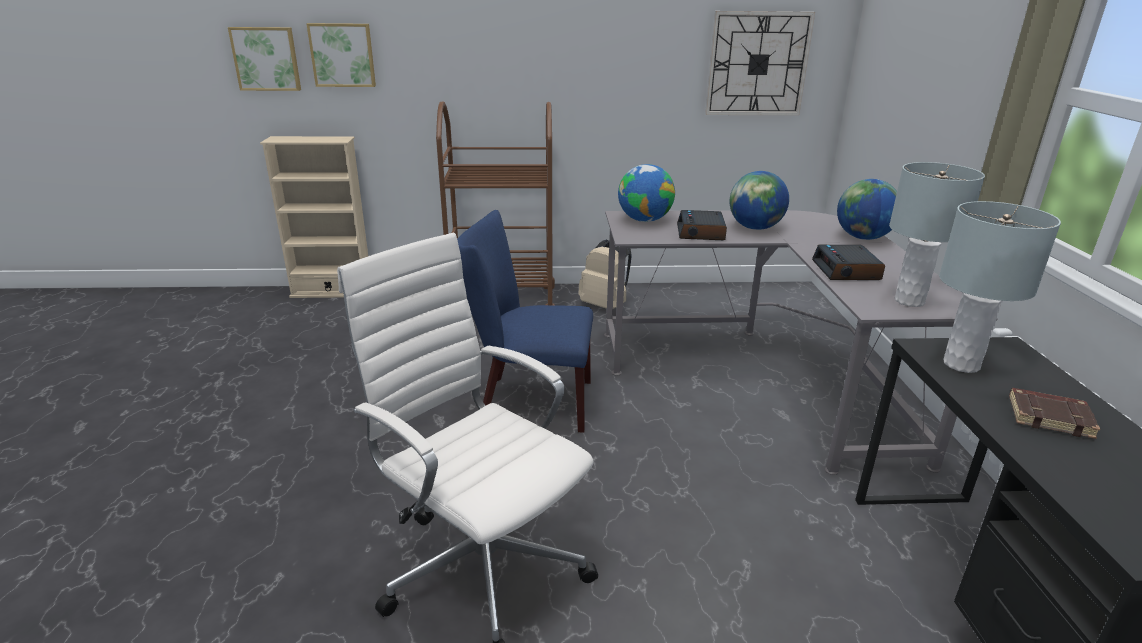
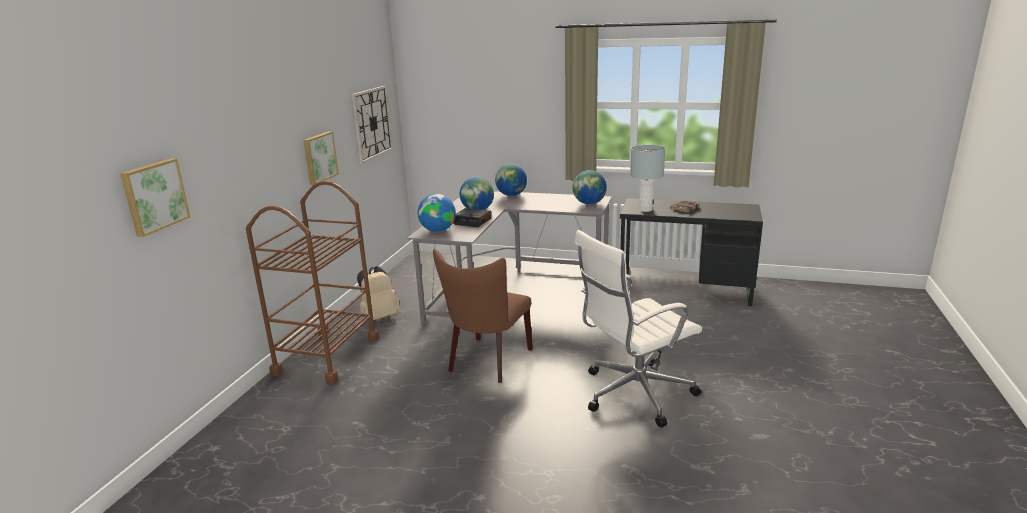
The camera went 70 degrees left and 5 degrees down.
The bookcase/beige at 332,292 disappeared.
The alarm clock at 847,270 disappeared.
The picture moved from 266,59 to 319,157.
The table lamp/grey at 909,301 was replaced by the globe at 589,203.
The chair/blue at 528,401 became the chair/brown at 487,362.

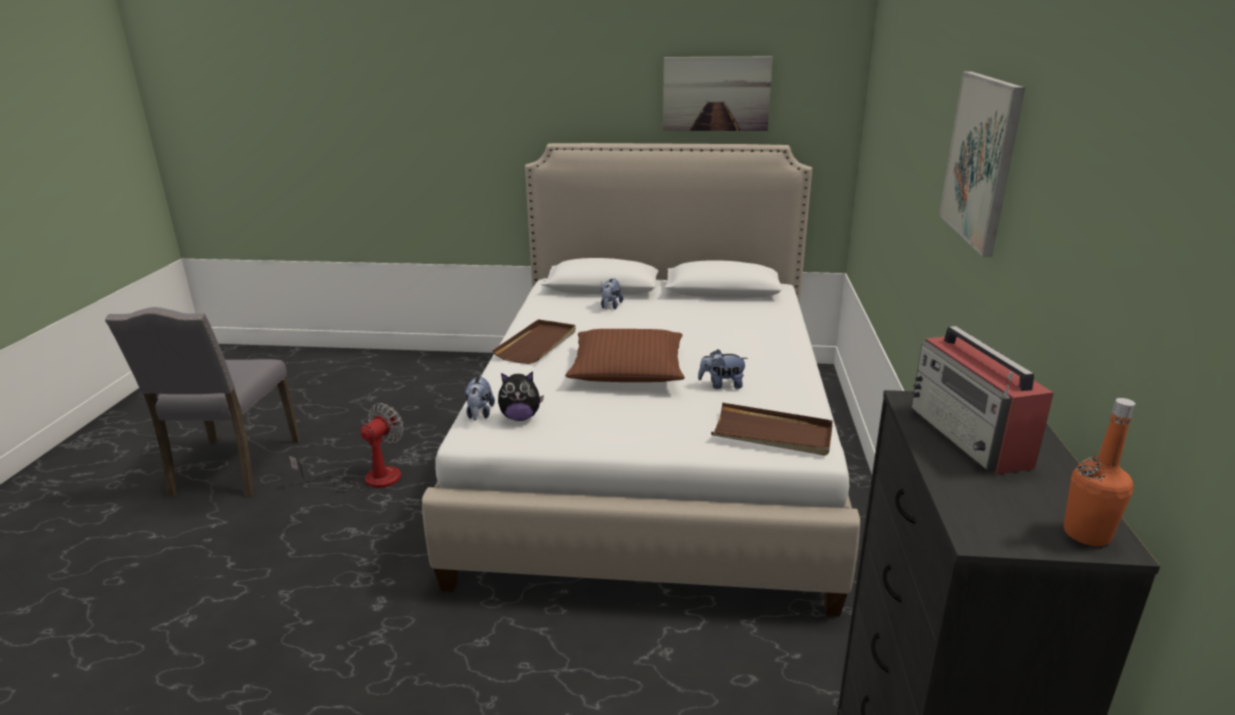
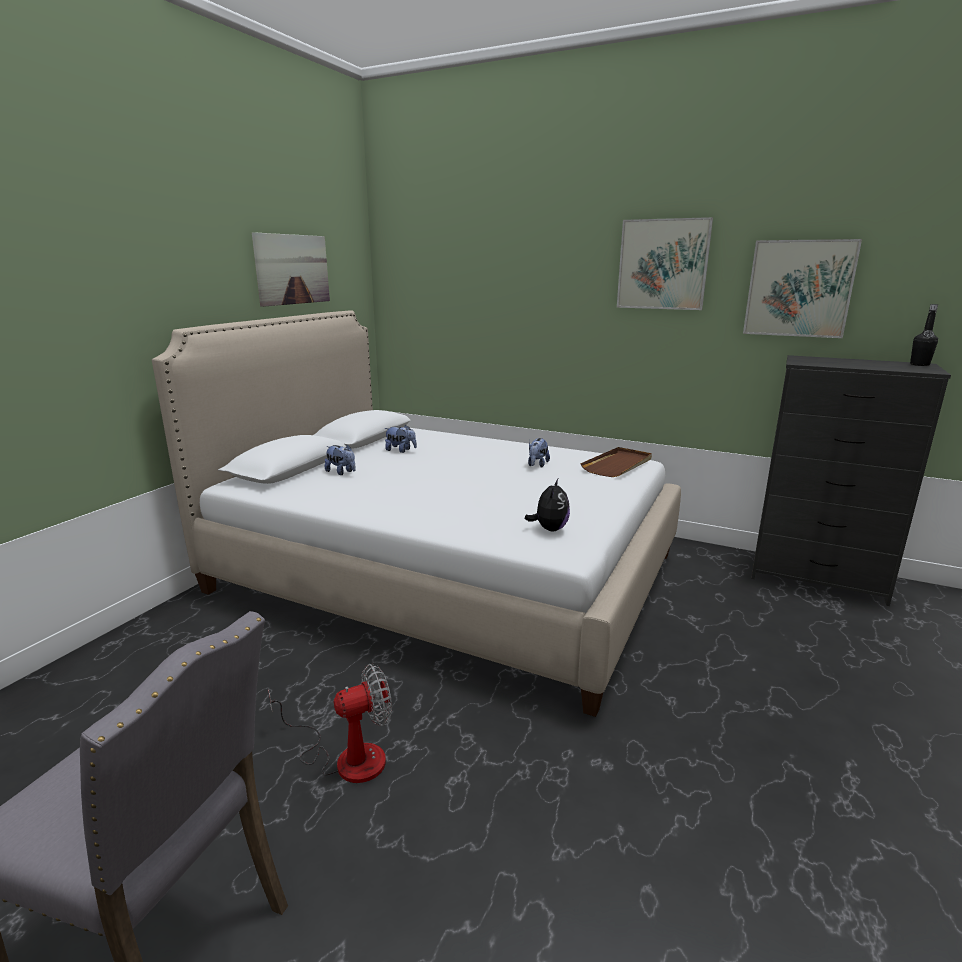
The camera went 70 degrees left and 5 degrees down.
The tray/brown at 537,344 disappeared.
The pillow/brown at 627,370 disappeared.
The radio at 970,437 disappeared.
The picture at 799,288 appeared.
The plush toy moved from 479,414 to 401,450.
The bottle/orange at 1086,534 became the bottle/black at 919,364.
The fan at 369,479 turned 105 degrees clockwise.

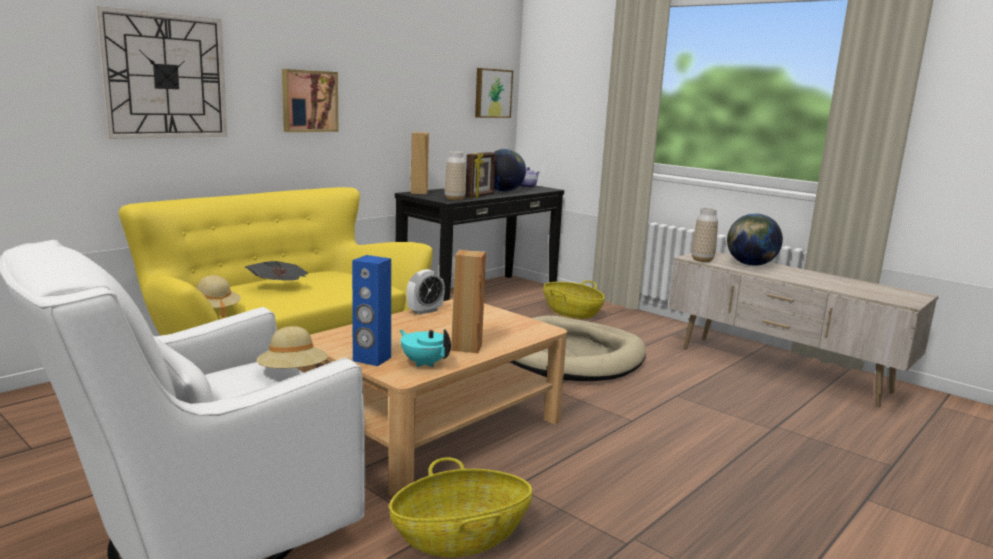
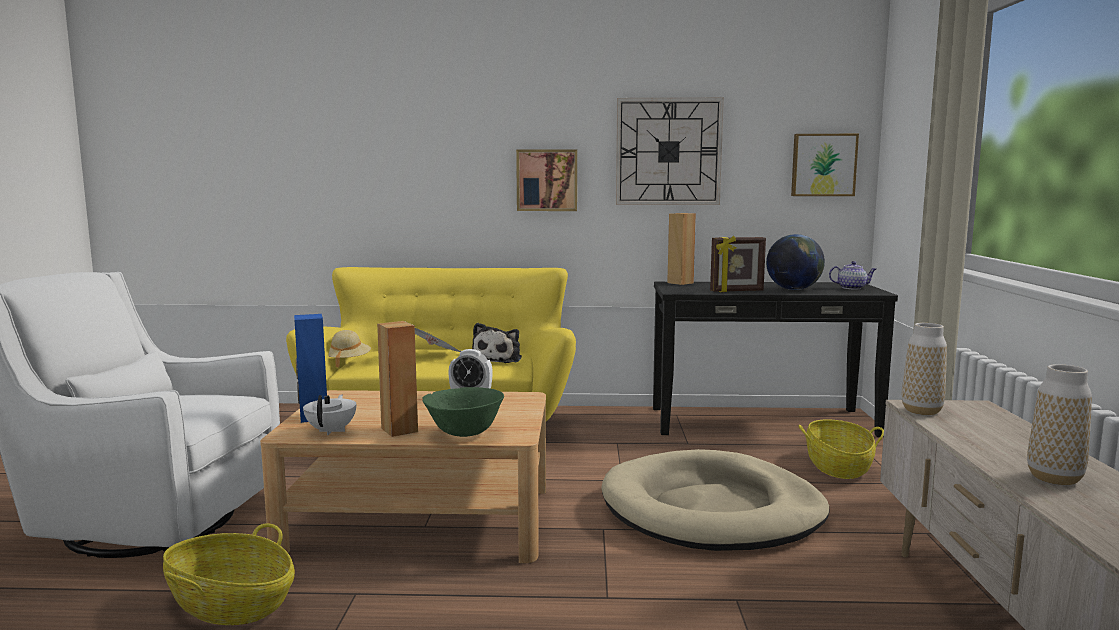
The camera went 50 degrees right and 5 degrees down.
The hat/beige at 293,374 disappeared.
The globe at 750,265 disappeared.
The bowl/green at 464,434 appeared.
The plush toy at 499,359 appeared.
The wall clock moved from 165,76 to 668,152.
The vase moved from 454,199 to 1054,478.
The teapot/turquoise at 424,363 became the teapot/white at 332,431.

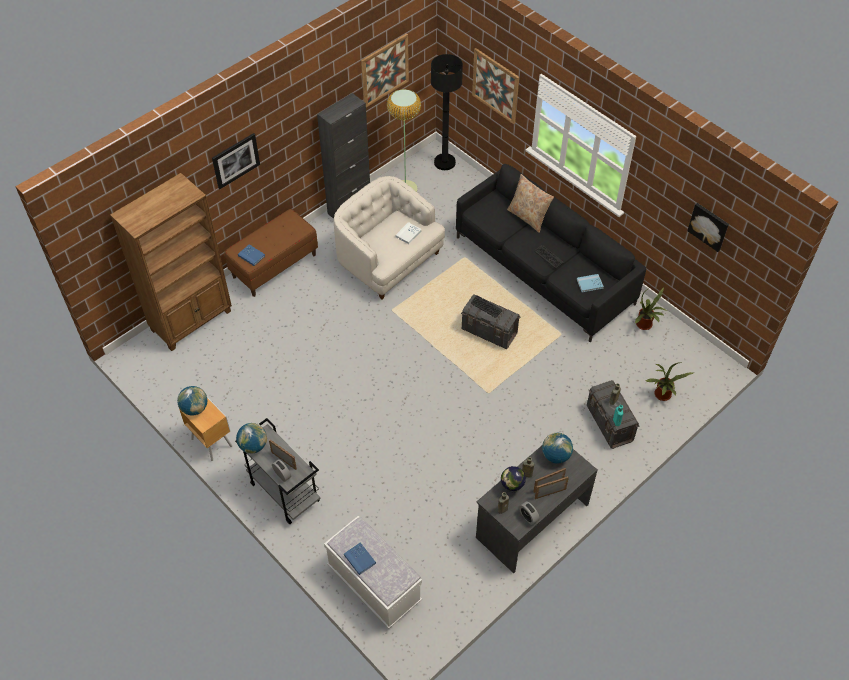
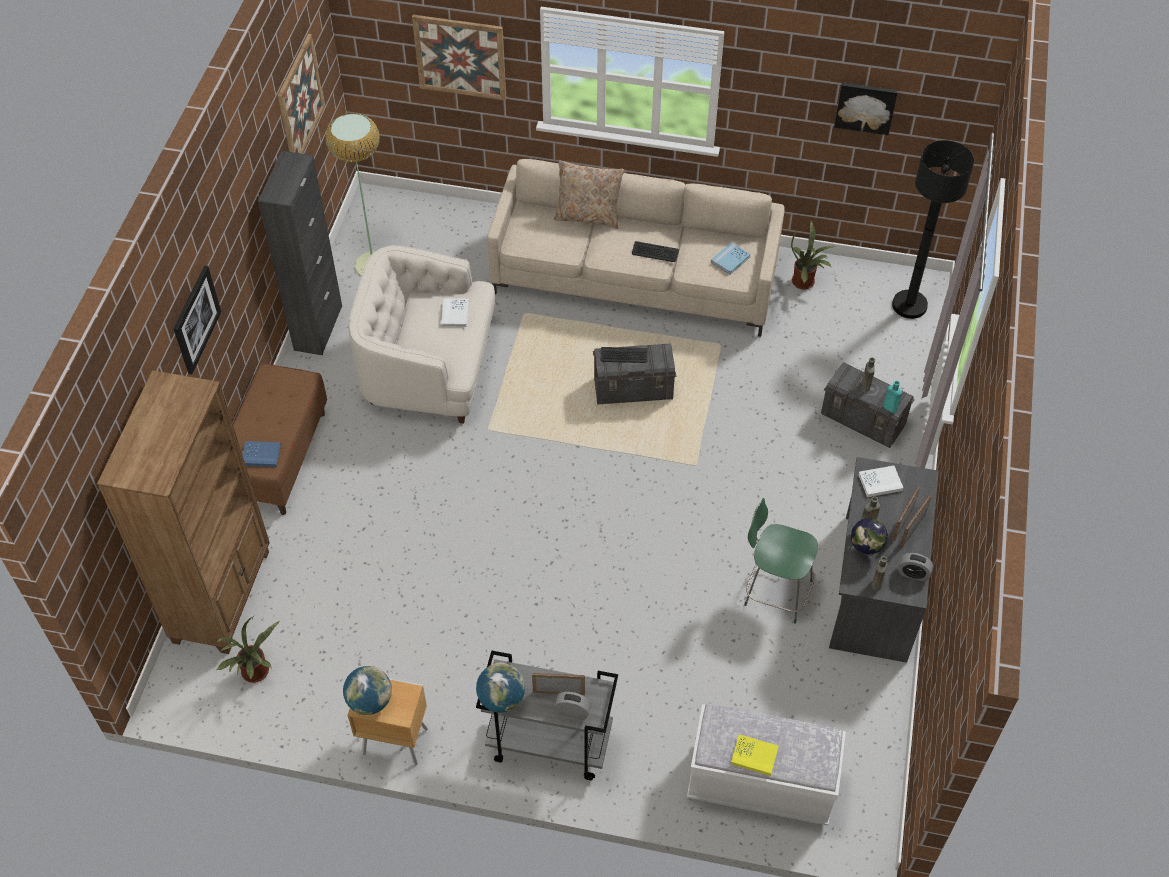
The camera went 35 degrees left and 0 degrees up.
The stool/green at 775,591 appeared.
The floor lamp/black moved from 444,162 to 909,305.
The potted plant moved from 662,396 to 256,674.
The globe at 556,456 was replaced by the book/white at 880,482.
The book/blue at 359,559 became the book/yellow at 754,756.
The sofa/black at 543,270 became the sofa/beige at 634,279.

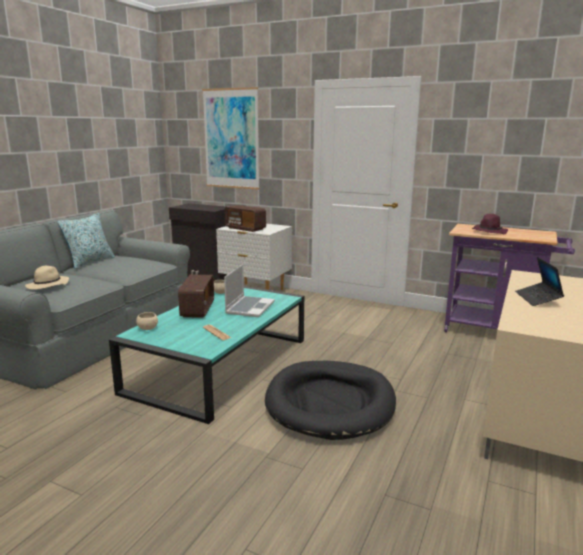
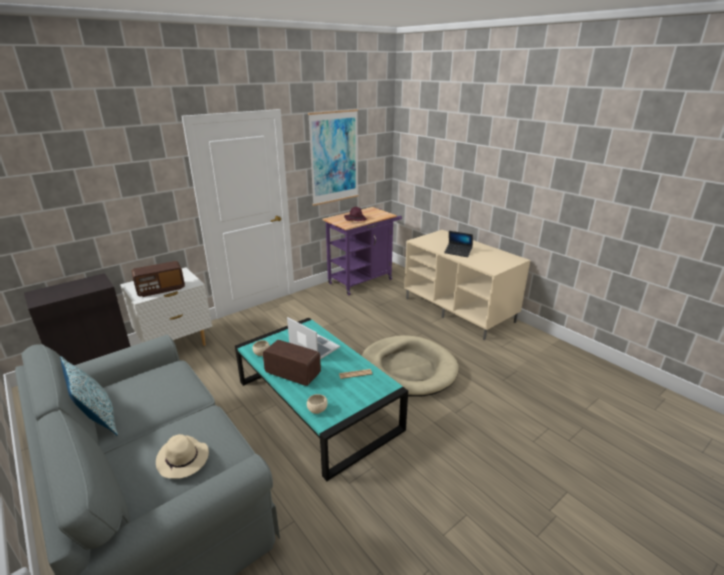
The camera went 65 degrees left and 10 degrees up.
The picture moved from 231,139 to 334,157.
The dog bed/black at 330,402 became the dog bed/beige at 408,369.

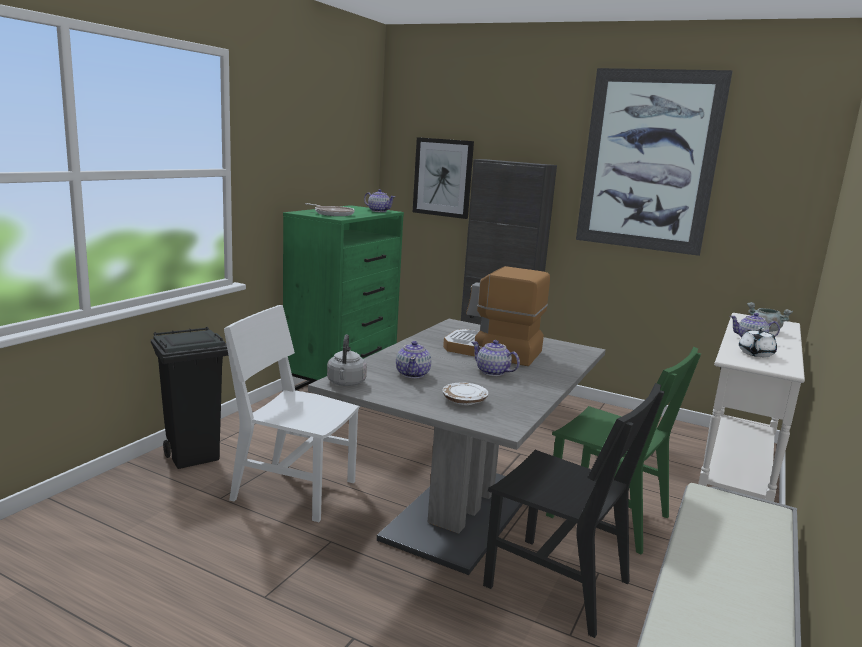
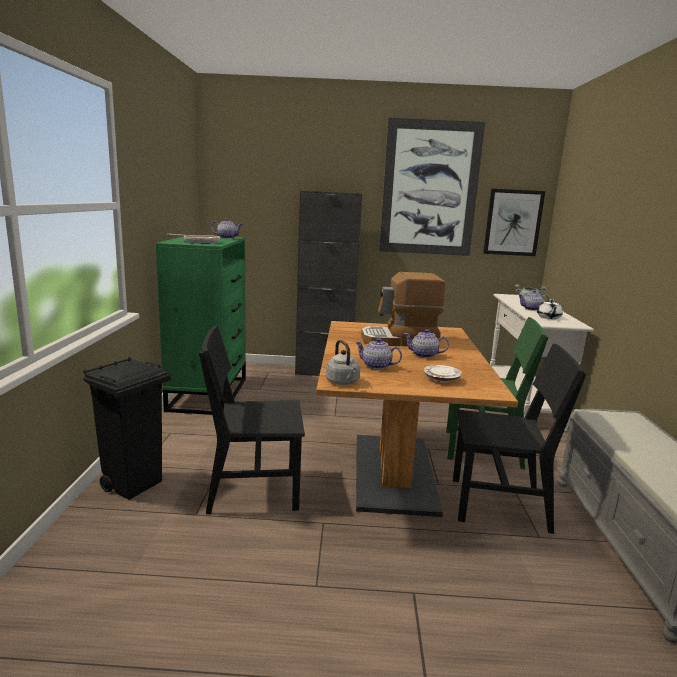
The camera went 25 degrees left and 0 degrees up.
The picture moved from 443,177 to 513,222.
The chair/white at 294,490 became the chair/black at 253,489.
The dining table/grey at 461,513 became the dining table/brown at 393,472.
The teapot at 413,374 turned 135 degrees clockwise.

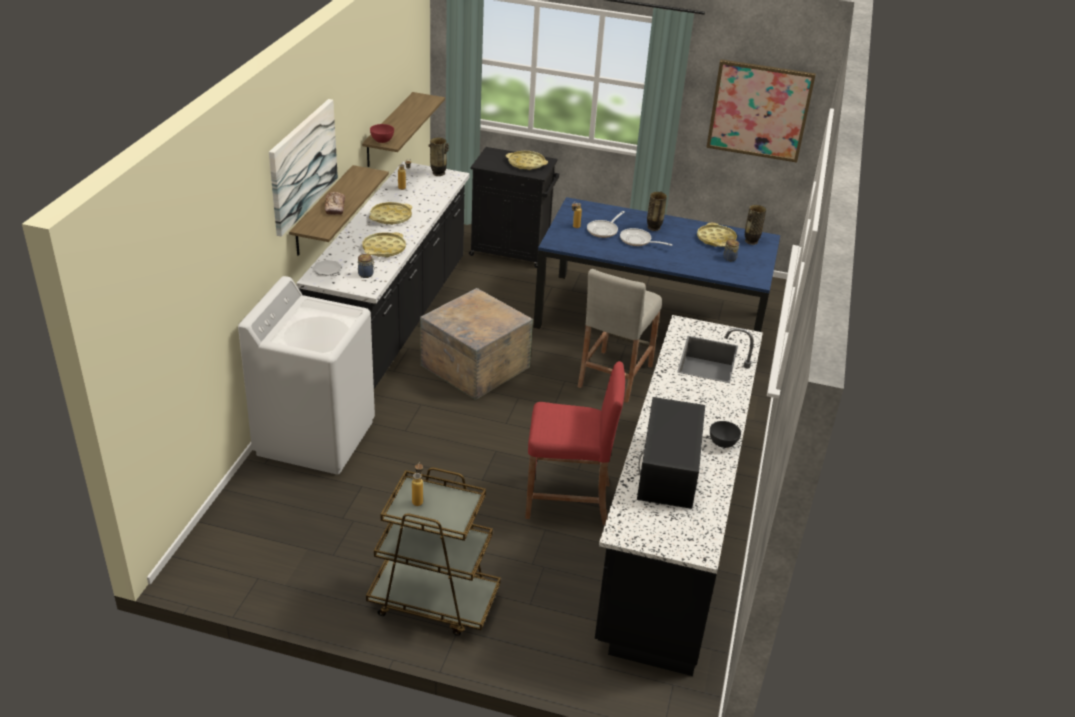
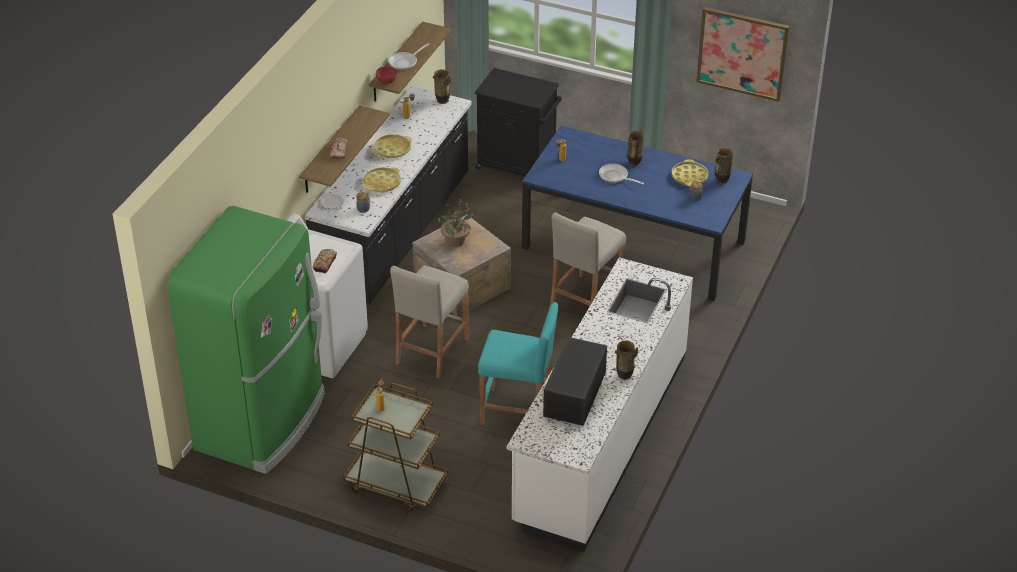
The camera went 10 degrees right and 5 degrees up.
The picture at 303,165 disappeared.
The tray/yellow at 526,163 disappeared.
The fridge/green at 262,421 appeared.
The bread at 325,263 appeared.
The stool/beige at 431,351 appeared.
The potted plant at 456,241 appeared.
The frying pan moved from 604,230 to 405,62.
The bowl/grey at 723,443 was replaced by the vase at 624,375.
The stool/red at 568,500 became the stool/turquoise at 518,411.
The counter/black at 673,527 became the counter/white at 600,438.

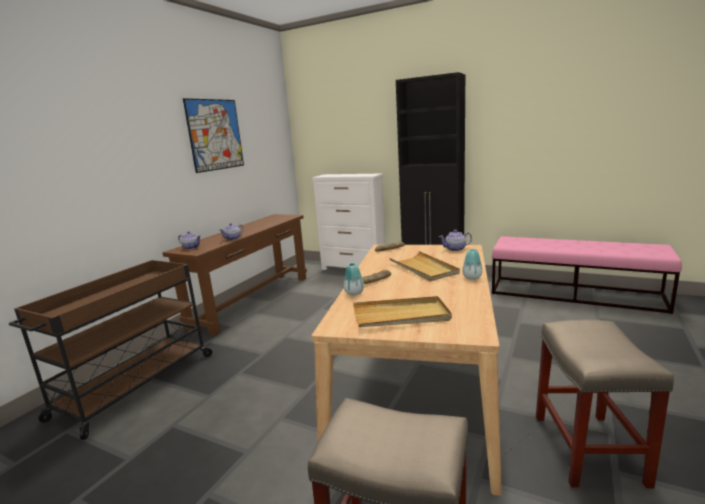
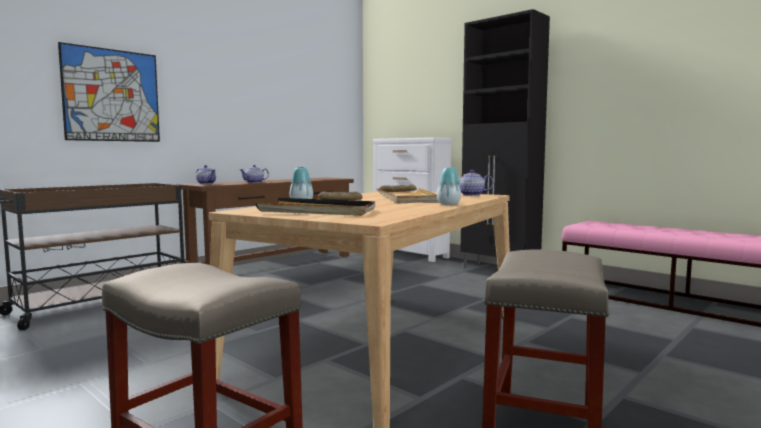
The camera went 15 degrees right and 10 degrees down.
The picture moved from 215,135 to 112,95.
The tray/beige at 401,316 became the tray/black at 318,211.

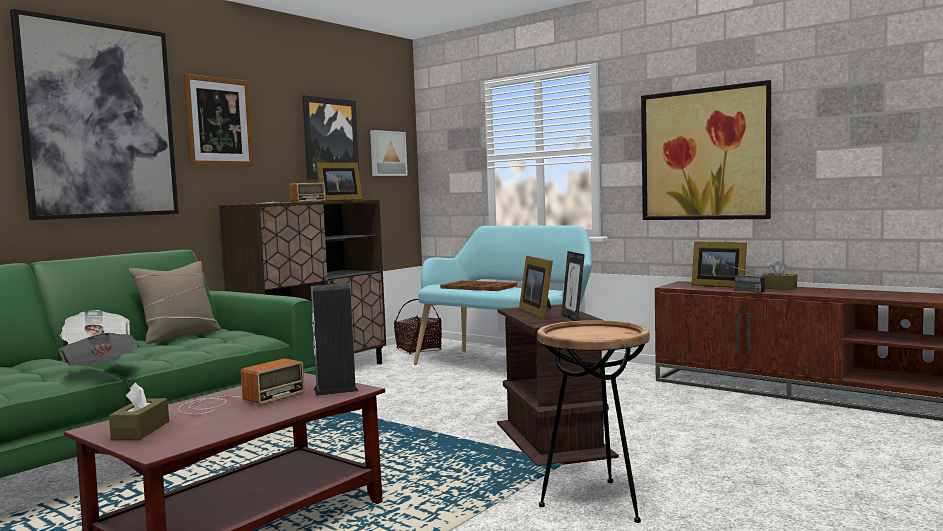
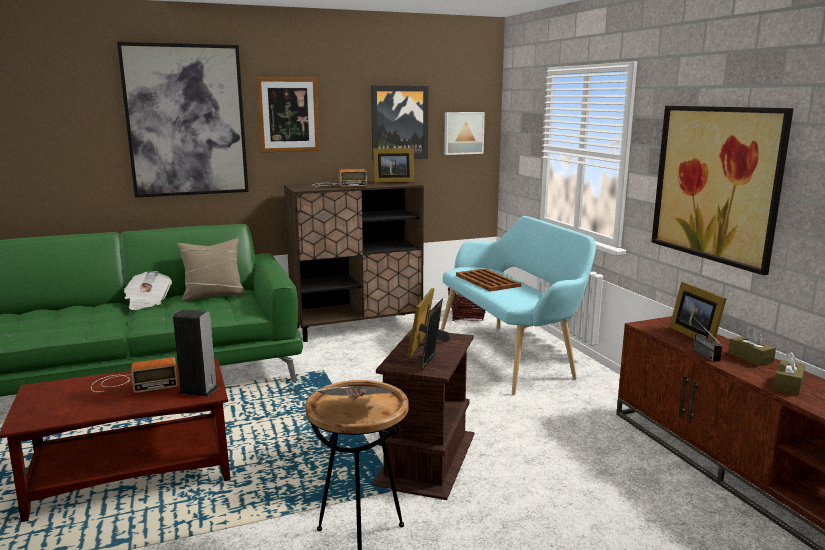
The camera went 30 degrees right and 10 degrees up.
The newspaper moved from 101,370 to 355,411.
The tissue box/brown moved from 141,430 to 788,385.

